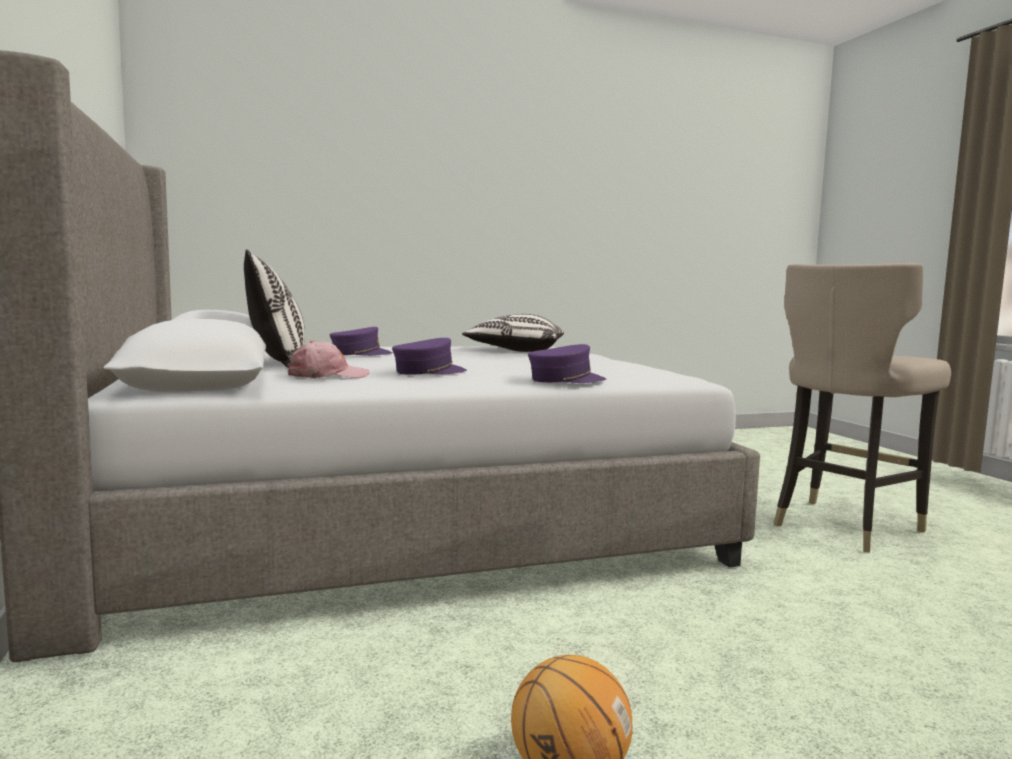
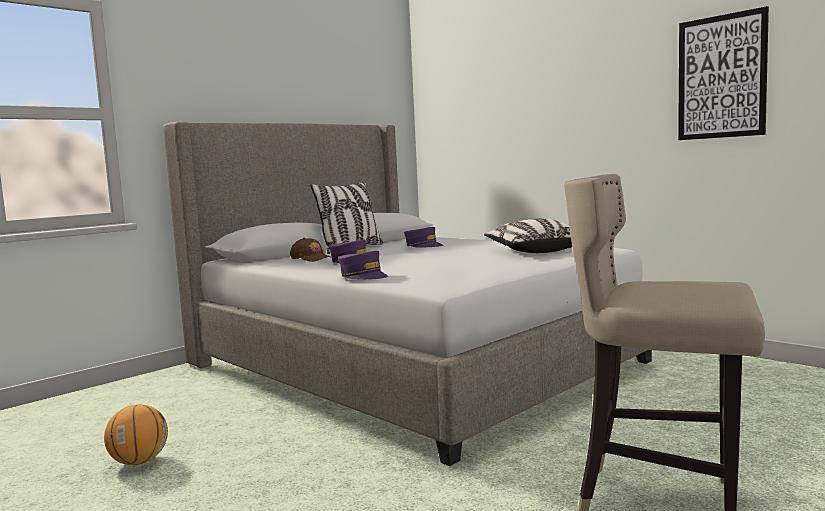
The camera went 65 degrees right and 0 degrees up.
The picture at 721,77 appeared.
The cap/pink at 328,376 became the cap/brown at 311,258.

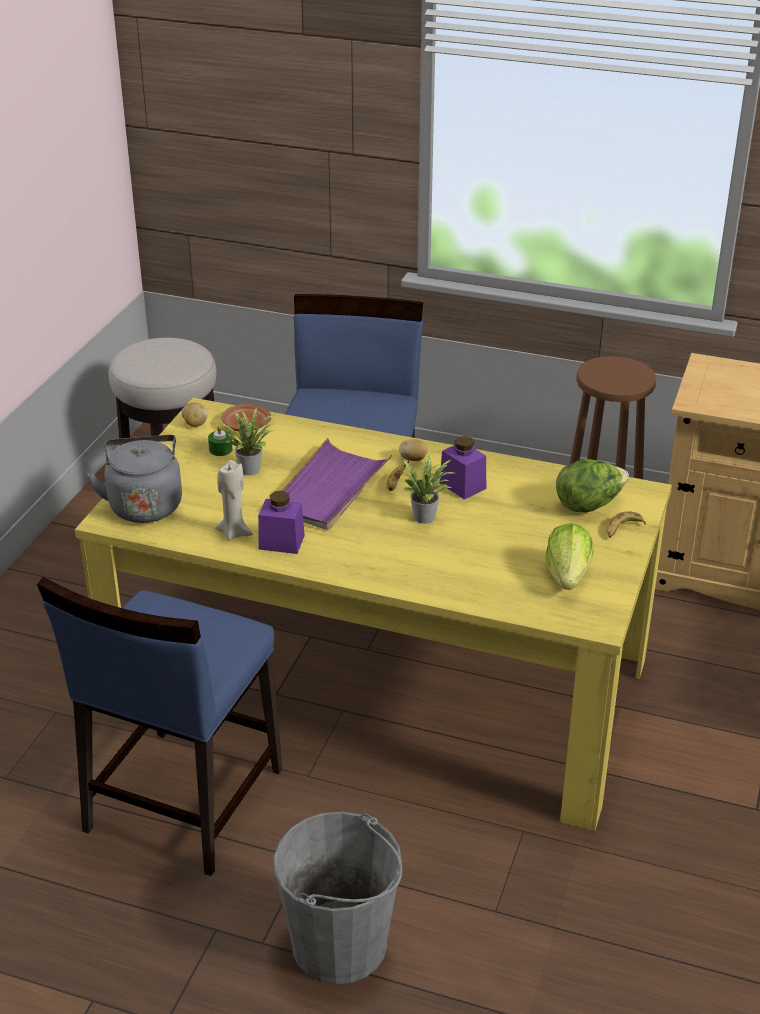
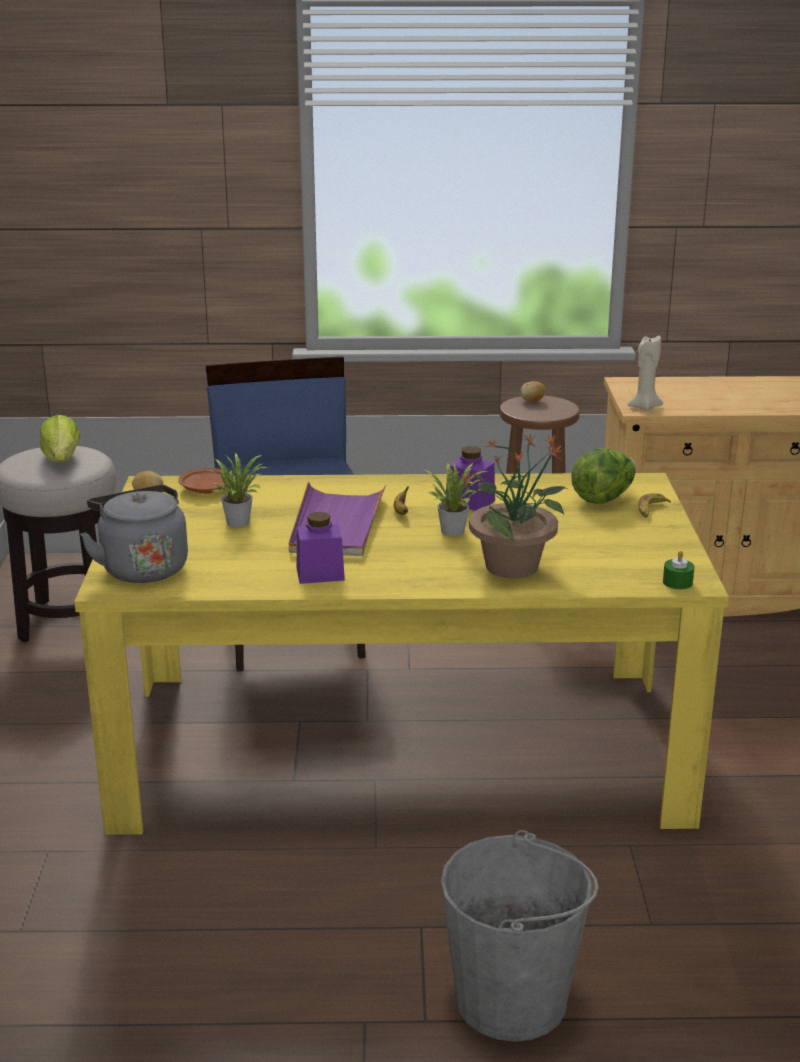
The camera went 20 degrees left and 10 degrees down.
The chair/blue at 182,801 disappeared.
The potted plant at 513,566 appeared.
The candle/green moved from 220,449 to 677,582.
The candle/beige moved from 234,532 to 644,407.
The potato moved from 413,459 to 532,401.
The lettuce moved from 567,576 to 62,459.

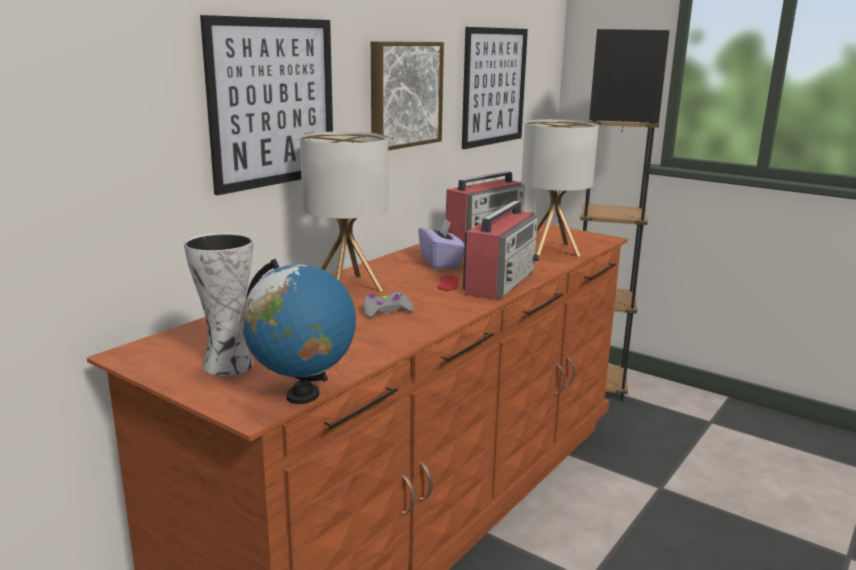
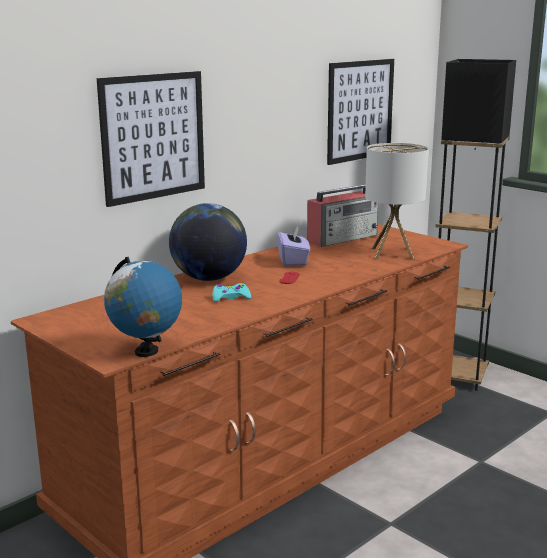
The camera went 10 degrees right and 0 degrees up.
The vase at 227,366 disappeared.
The picture at 403,94 disappeared.
The radio at 500,281 disappeared.
The table lamp at 346,287 was replaced by the globe at 208,278.
The game controller/grey at 386,311 became the game controller/turquoise at 230,298.

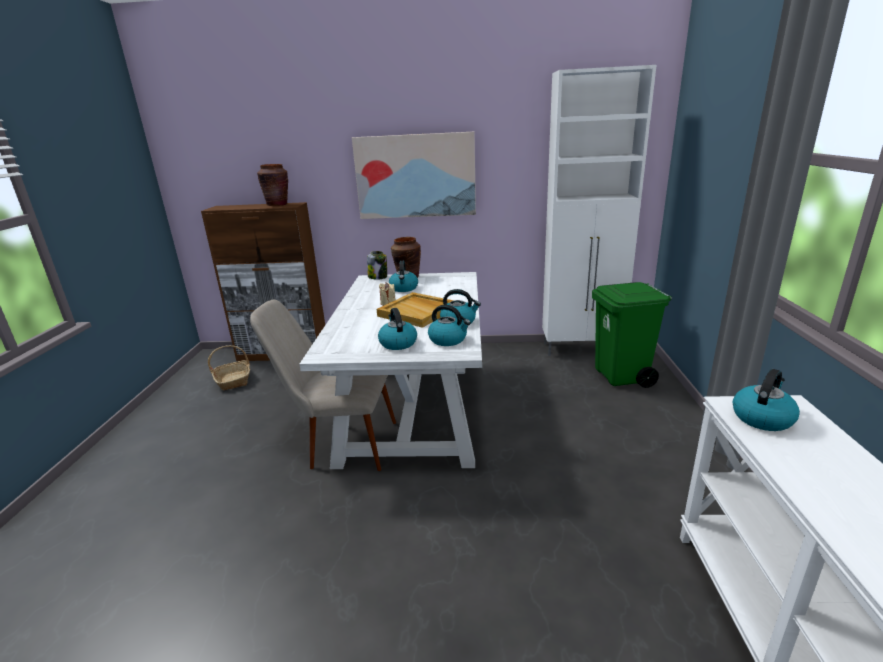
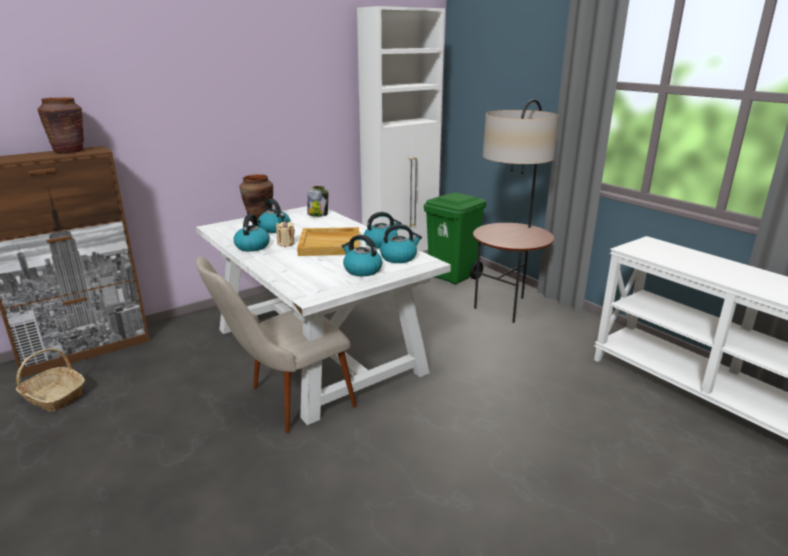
The camera went 40 degrees left and 0 degrees up.
The picture at 415,176 disappeared.
The floor lamp at 506,307 appeared.
The jar moved from 378,277 to 318,214.
The kettle moved from 762,417 to 252,246.

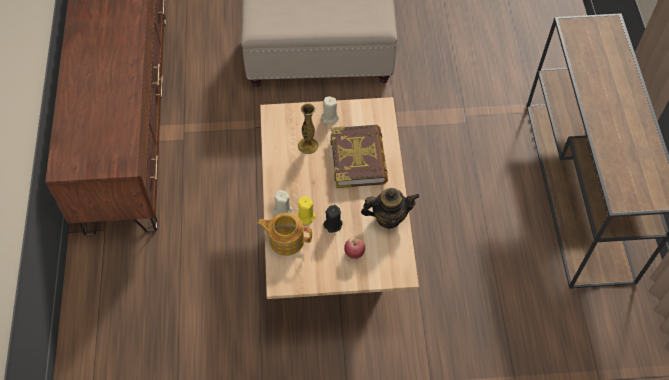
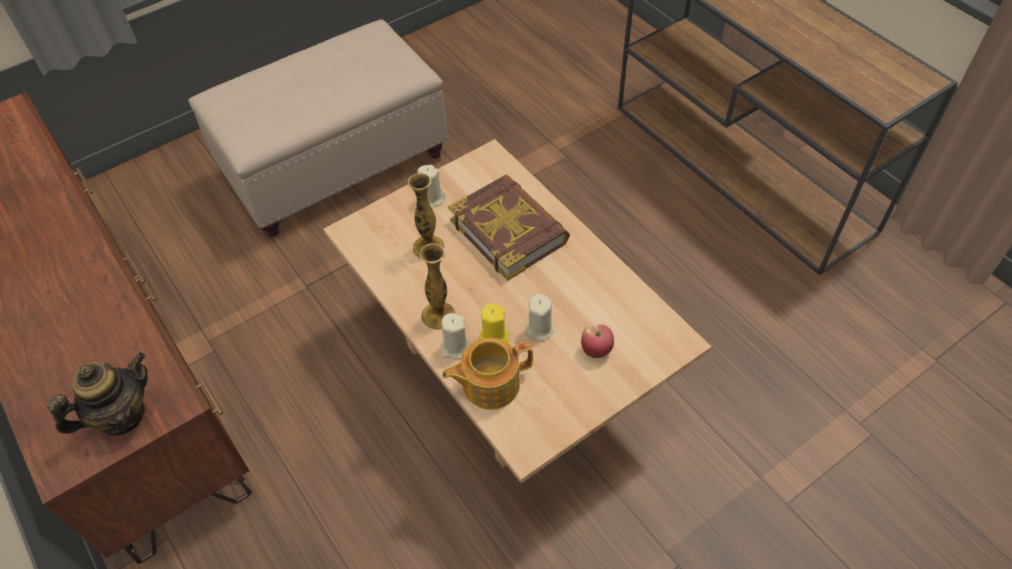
The camera went 30 degrees left and 5 degrees down.
The vase at 438,315 appeared.
The teapot moved from 388,217 to 121,415.
The candle/black at 333,224 became the candle/beige at 539,328.

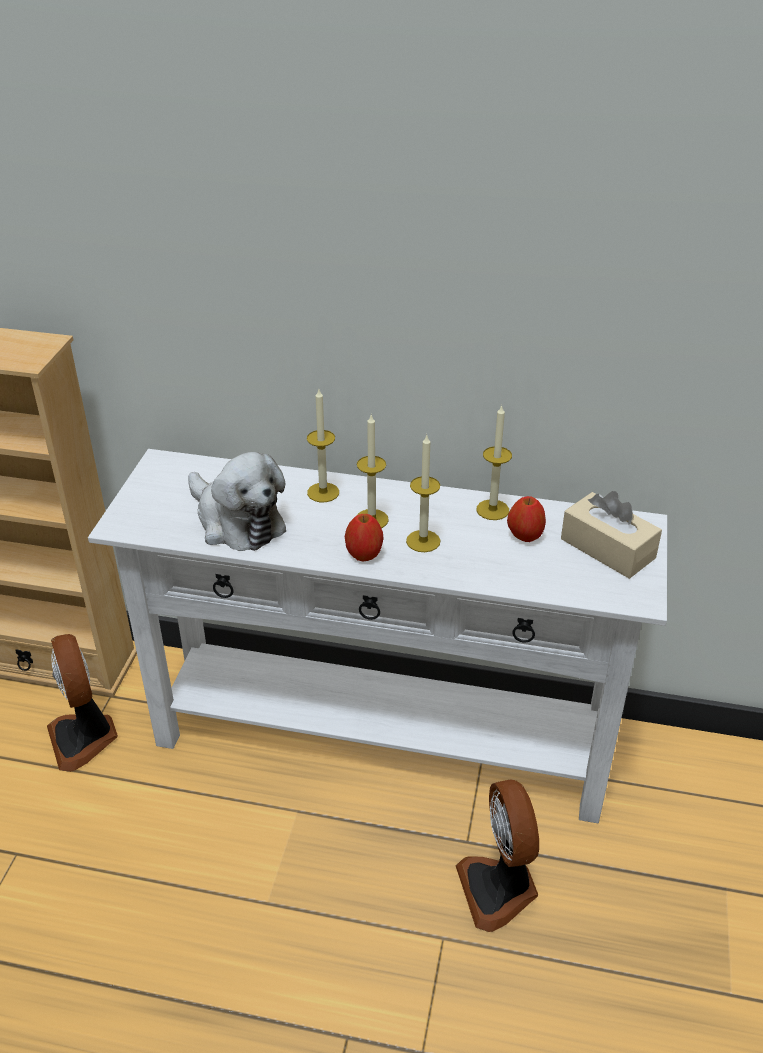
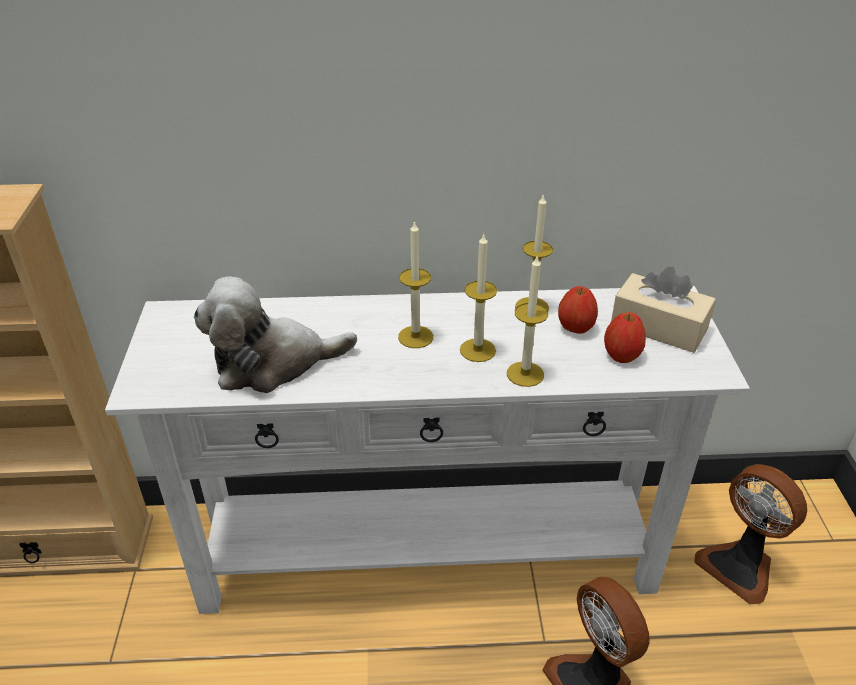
The camera went 15 degrees left and 0 degrees up.
The fan moved from 84,738 to 739,566.
The candle moved from 323,492 to 525,374.
The apple moved from 364,554 to 622,355.
The plush toy at 237,521 turned 135 degrees clockwise.

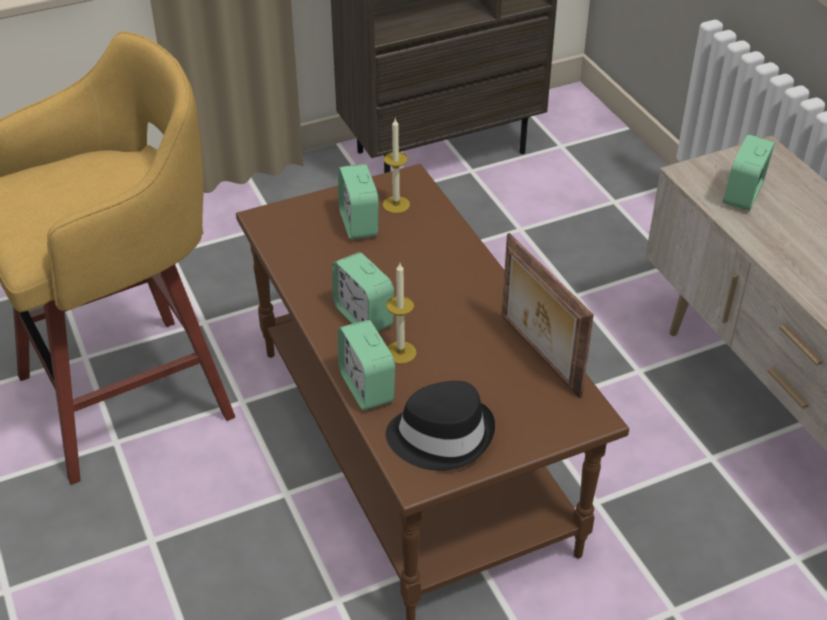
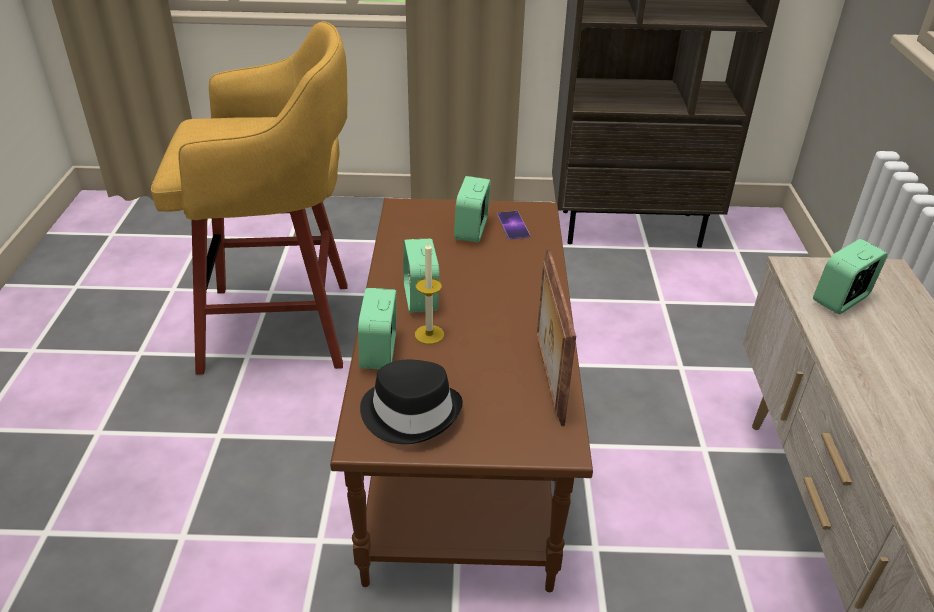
The camera went 25 degrees right and 5 degrees down.
The candle at 396,204 was replaced by the phone at 513,225.

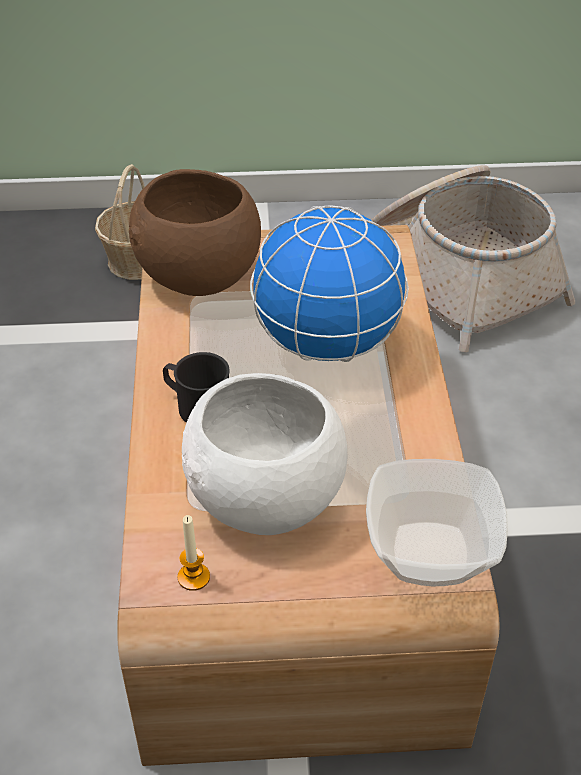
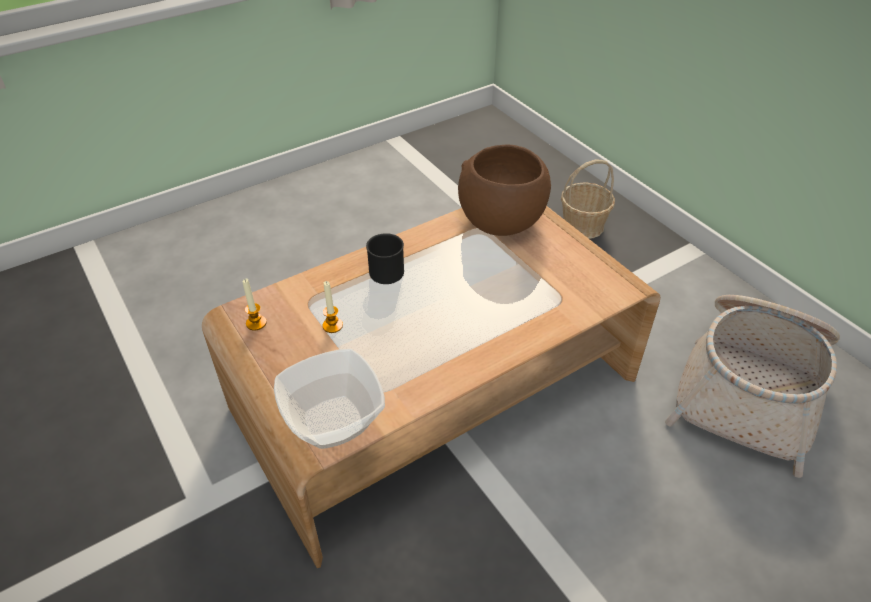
The camera went 60 degrees right and 0 degrees up.
The globe at 328,343 disappeared.
The bowl/white at 262,497 was replaced by the candle at 332,325.

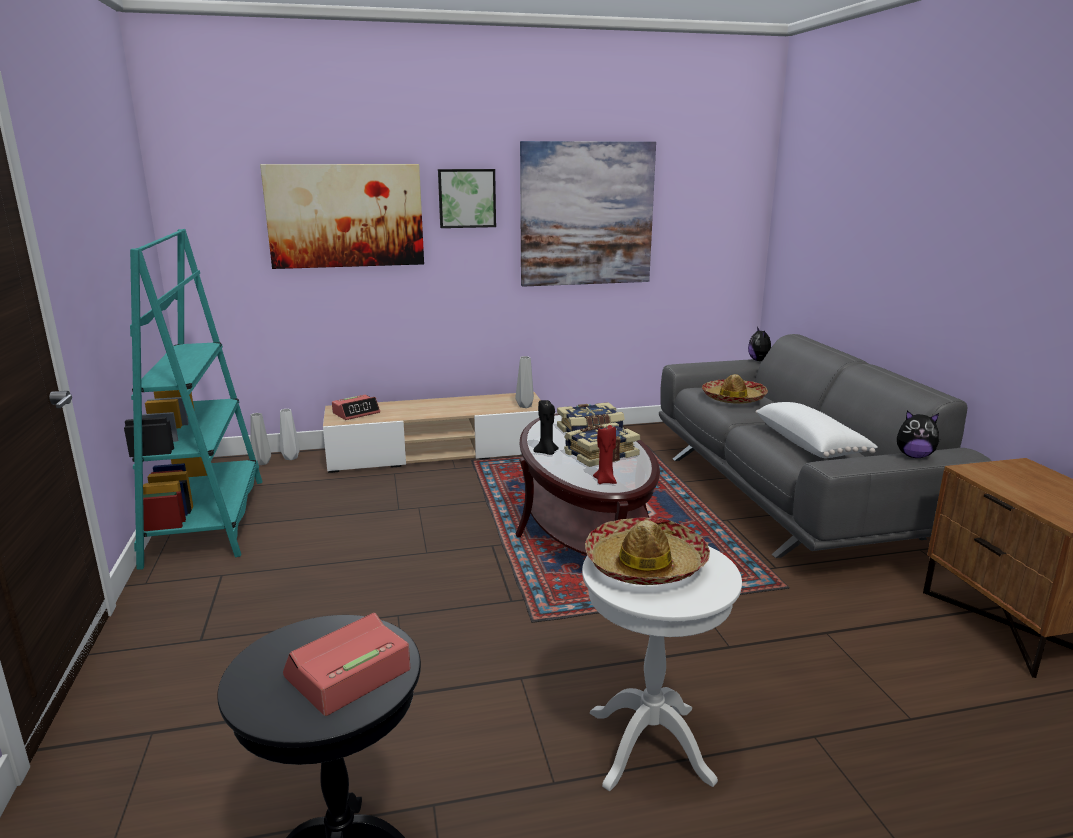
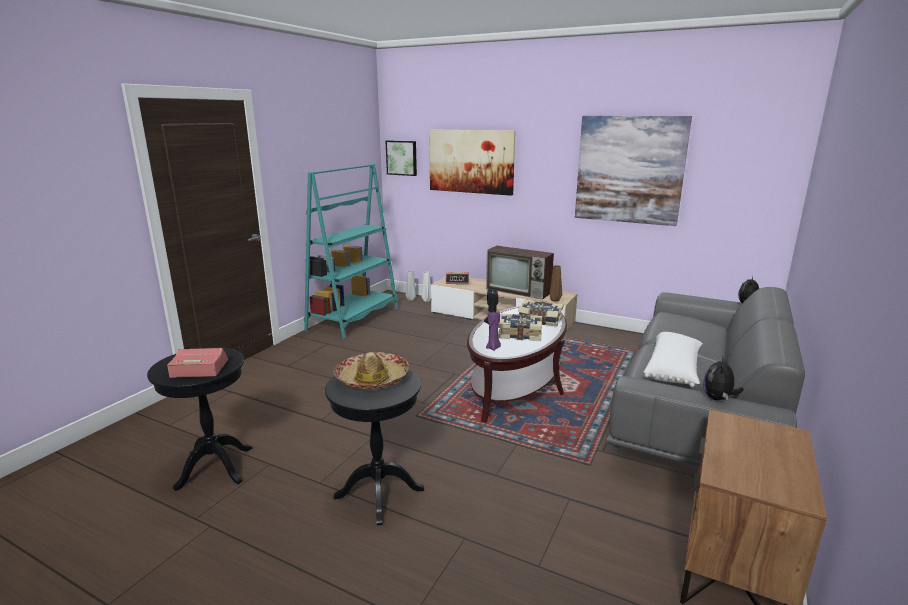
The camera went 40 degrees right and 0 degrees up.
The hat at 733,398 disappeared.
The television at 519,291 appeared.
The picture moved from 466,198 to 402,158.
The vase/grey at 524,406 became the vase/brown at 554,300.
The side table/white at 649,746 became the side table/black at 379,493.
The candle/red at 605,481 became the candle/purple at 493,348.
The plush toy at 914,456 turned 60 degrees clockwise.

